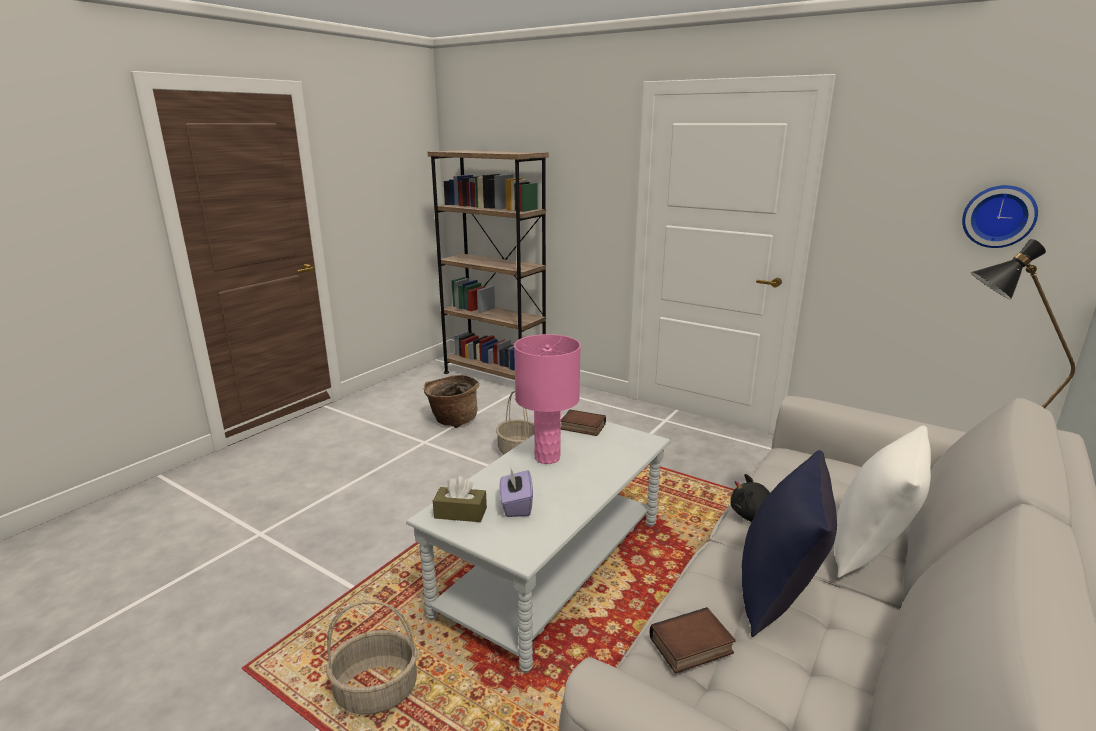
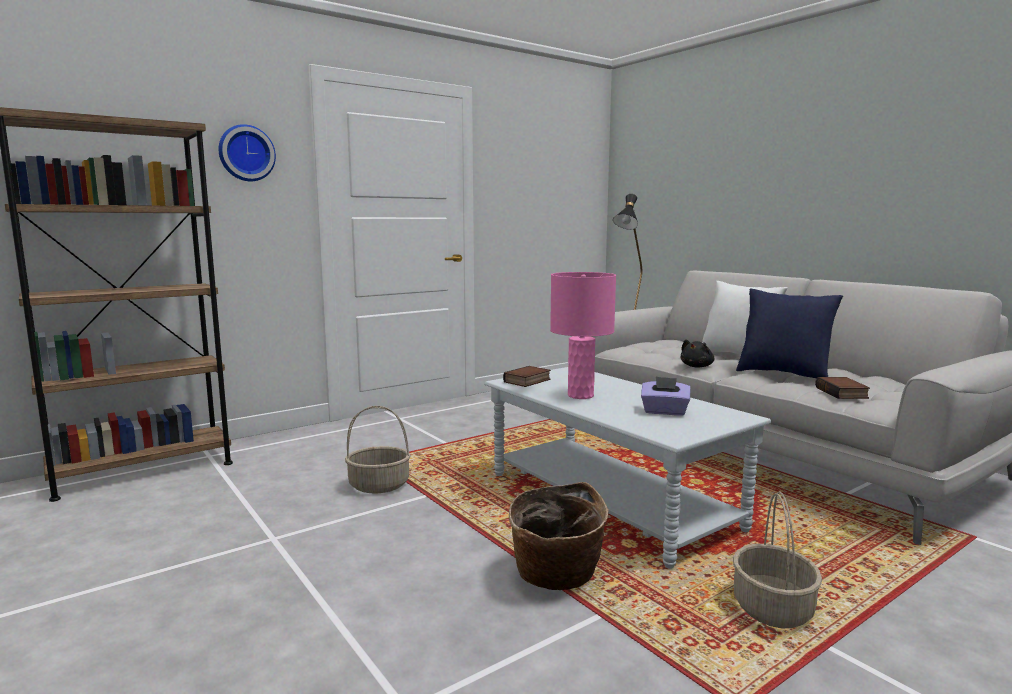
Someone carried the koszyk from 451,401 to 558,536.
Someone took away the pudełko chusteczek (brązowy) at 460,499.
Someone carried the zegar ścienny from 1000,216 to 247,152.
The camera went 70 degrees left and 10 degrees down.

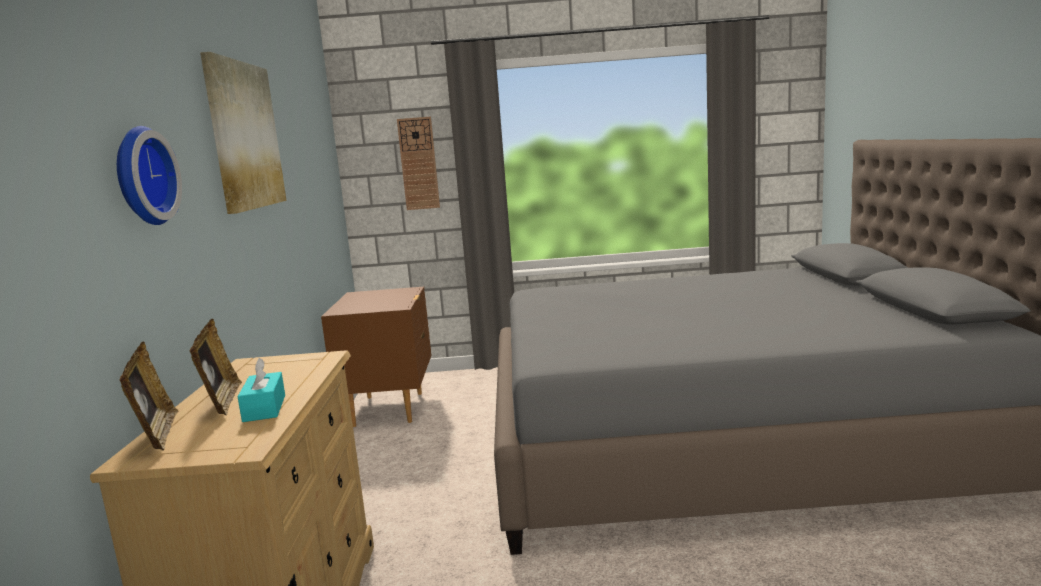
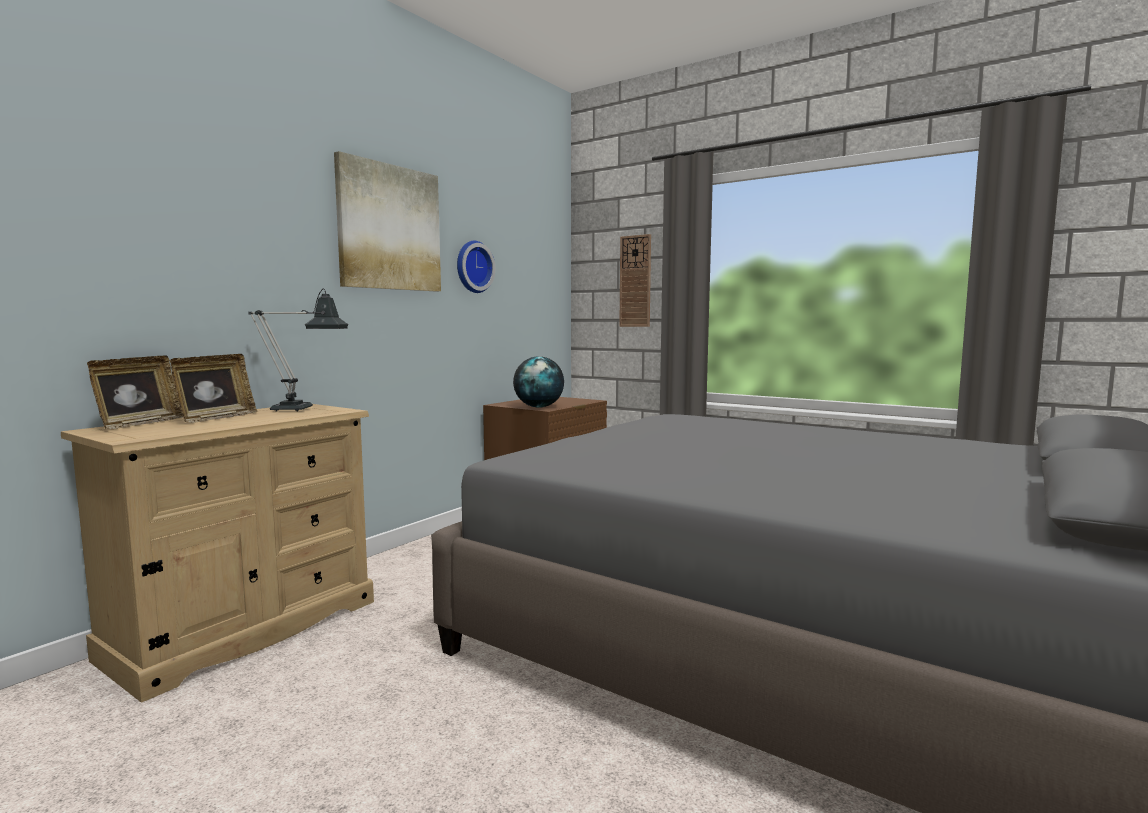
Someone carried the zegar ścienny from 149,175 to 476,267.
Someone took away the pudełko chusteczek (turkusowy) at 261,390.
Someone put down the lampa stołowa at 298,350.
Someone put down the globus at 538,382.
The camera went 35 degrees right and 5 degrees down.

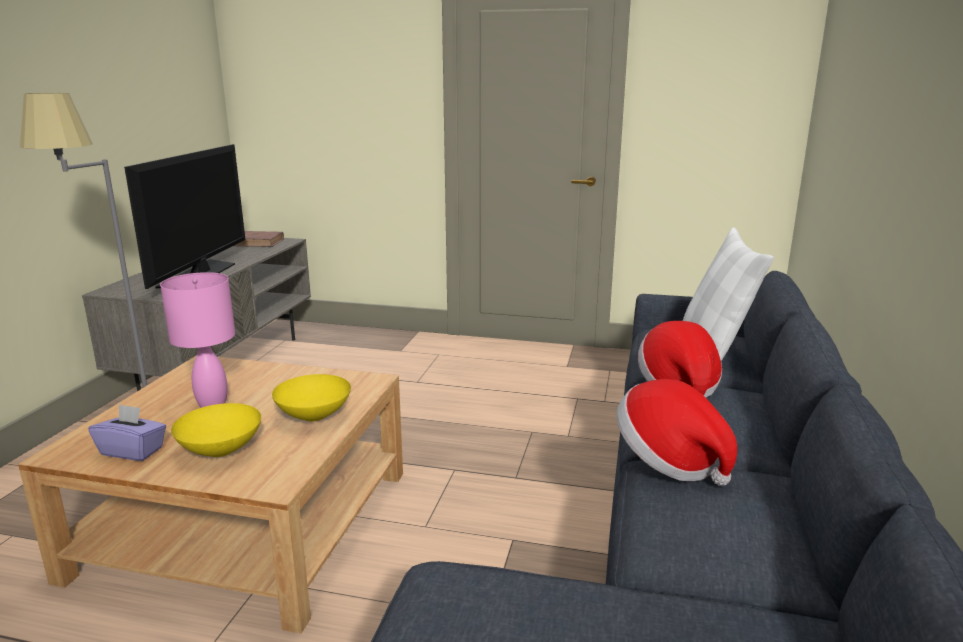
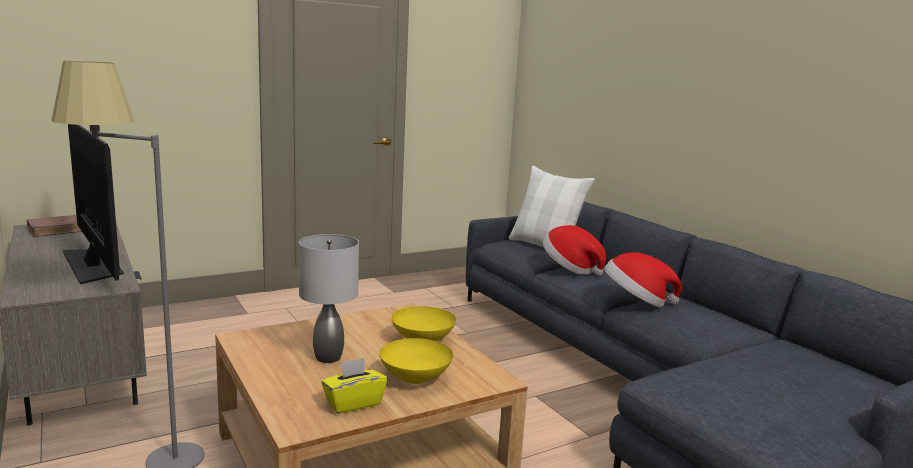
Someone repainted the pudełko chusteczek (fioletowy) at 127,432, which became the pudełko chusteczek (żółty) at 354,386.
Someone repainted the lampa stołowa (różowy) at 197,340, which became the lampa stołowa (szary) at 329,298.
The camera went 45 degrees left and 5 degrees down.

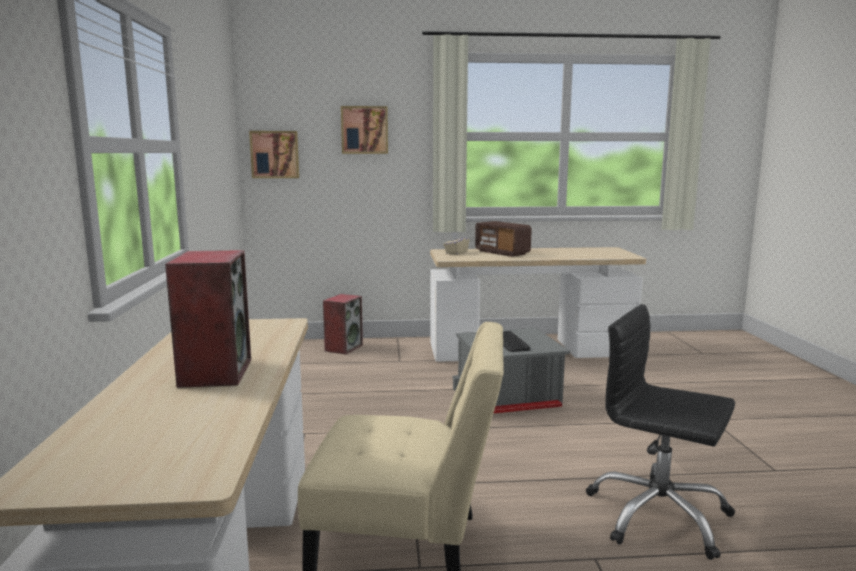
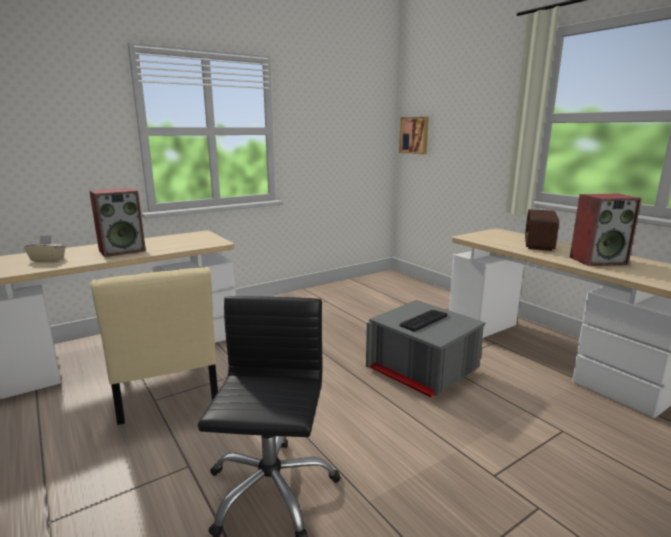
Someone carried the głośnik from 343,324 to 606,230.
Someone took away the obraz at 364,130.
Someone carried the pudełko chusteczek (beżowy) from 456,243 to 45,248.
The camera went 60 degrees right and 5 degrees up.

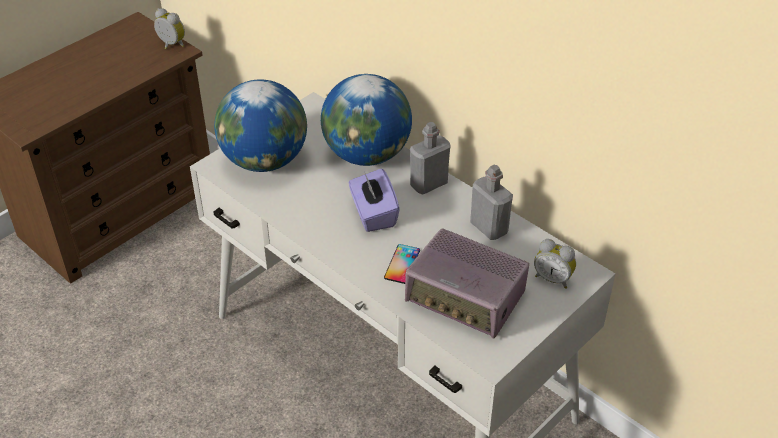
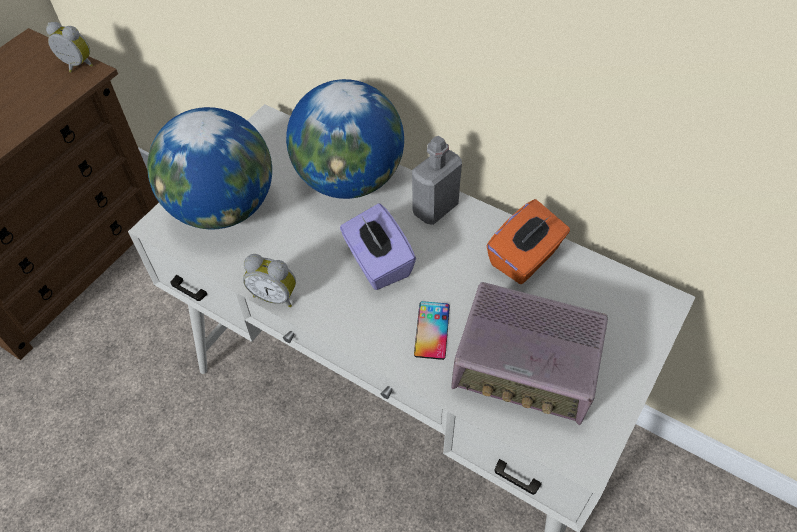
Someone swapped the butelka (szary) at 491,202 for the pudełko chusteczek (pomarańczowy) at 528,241.
Someone carried the budzik from 555,264 to 269,280.
The camera went 10 degrees left and 10 degrees up.

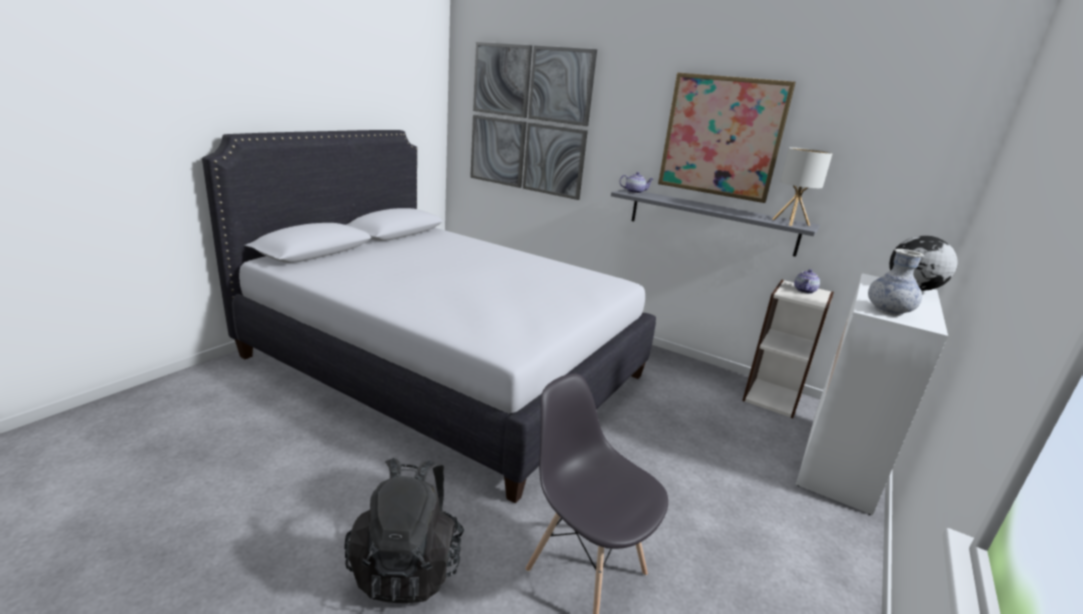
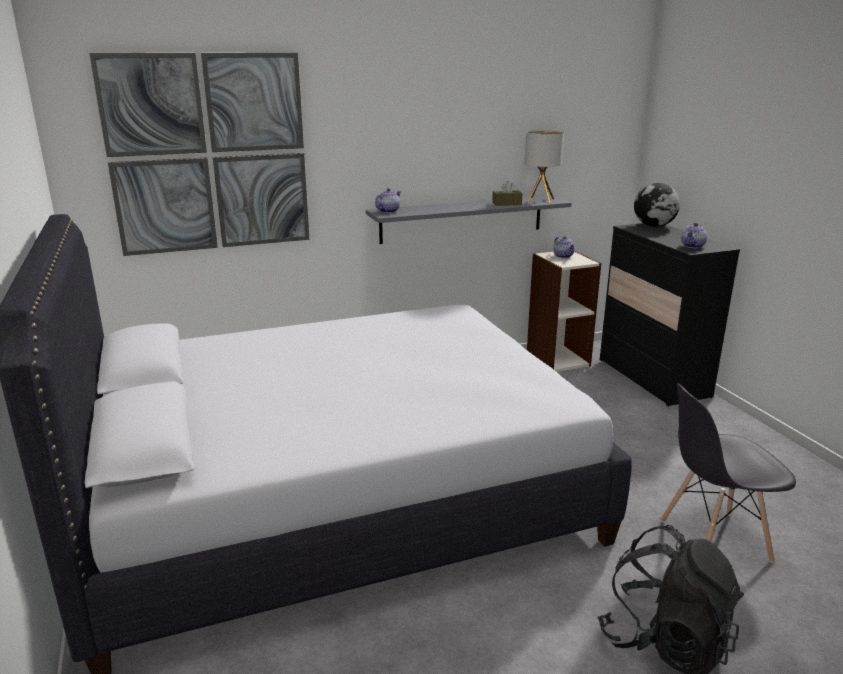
Someone took away the obraz at 727,137.
Someone repainted the komoda (biały) at 872,394, which became the komoda (czarny) at 670,315.
Someone swapped the wazon at 896,282 for the imbryk at 694,235.
Someone put down the pudełko chusteczek (brązowy) at 507,193.
The camera went 50 degrees left and 0 degrees up.

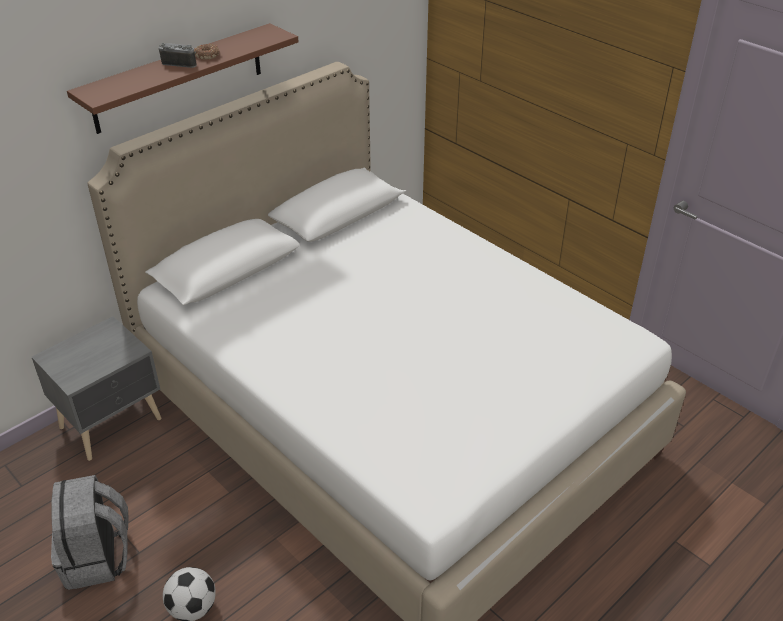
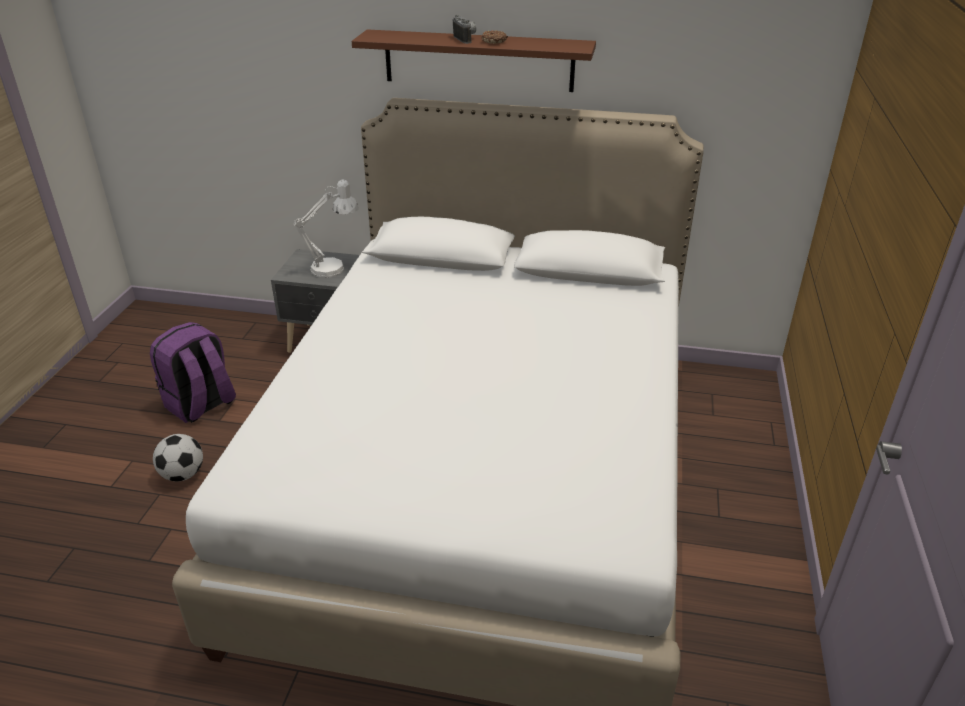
Someone repainted the plecak (szary) at 89,532, which became the plecak (fioletowy) at 193,372.
Someone put down the lampa stołowa (biały) at 326,229.
The camera went 55 degrees right and 5 degrees down.

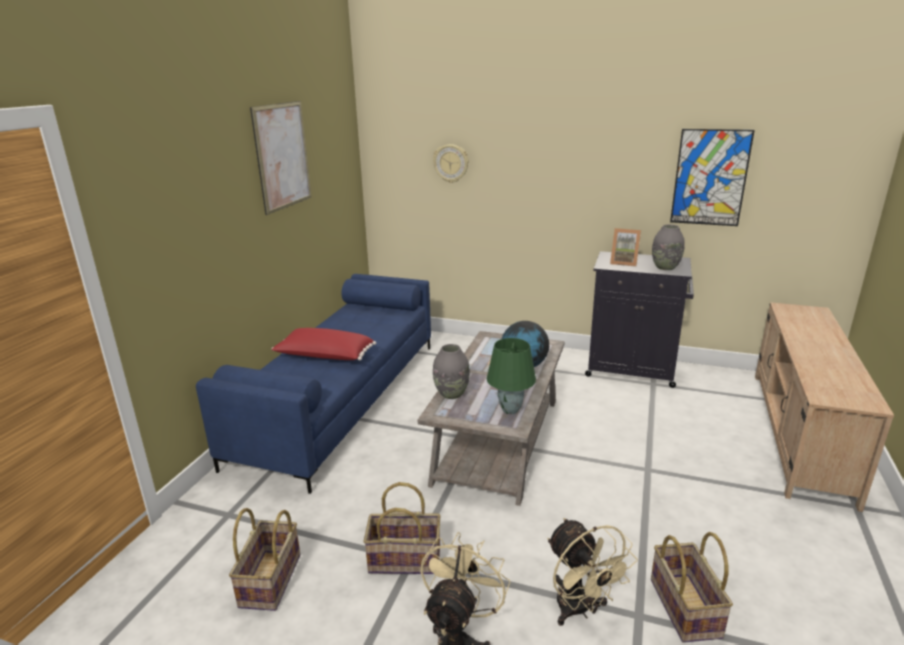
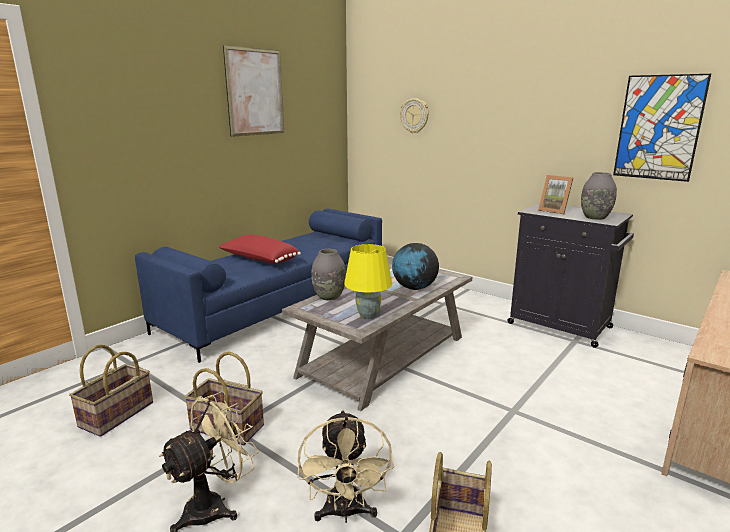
Someone repainted the lampa stołowa (zielony) at 511,376, which became the lampa stołowa (żółty) at 368,281.
The camera went 20 degrees right and 5 degrees down.

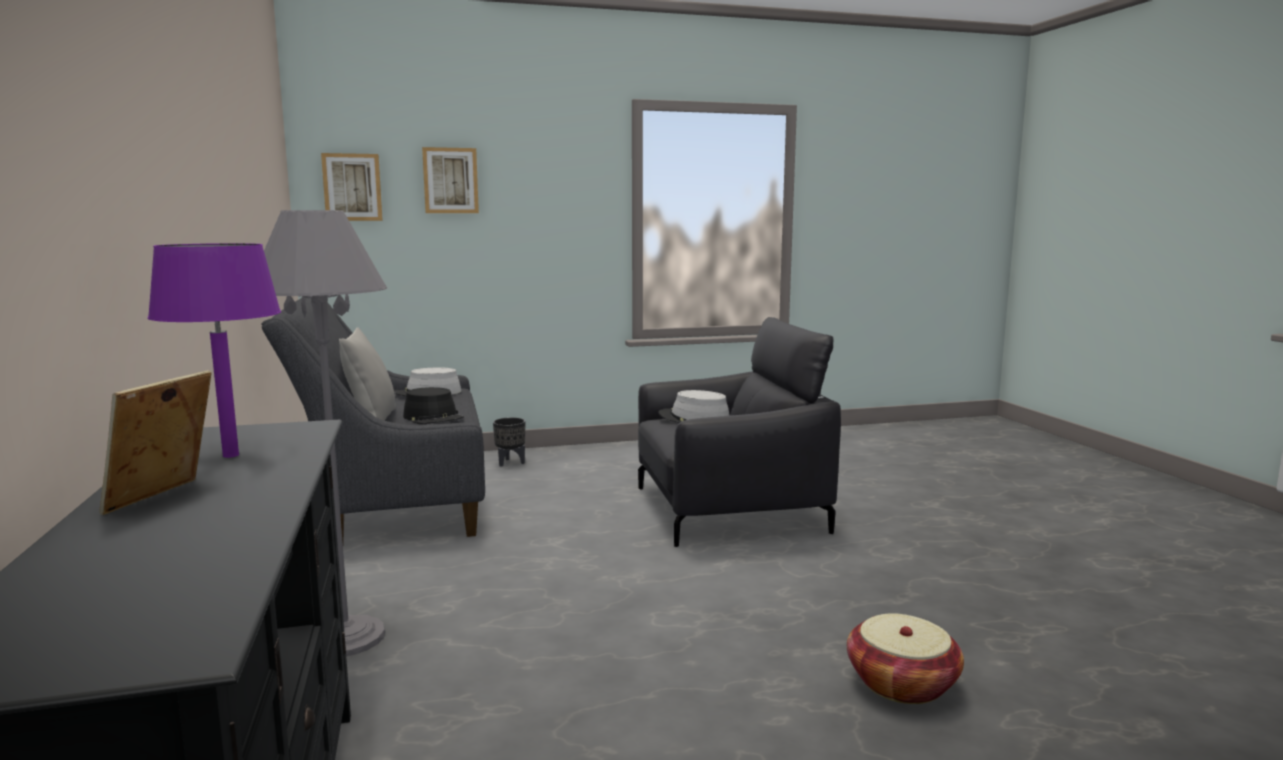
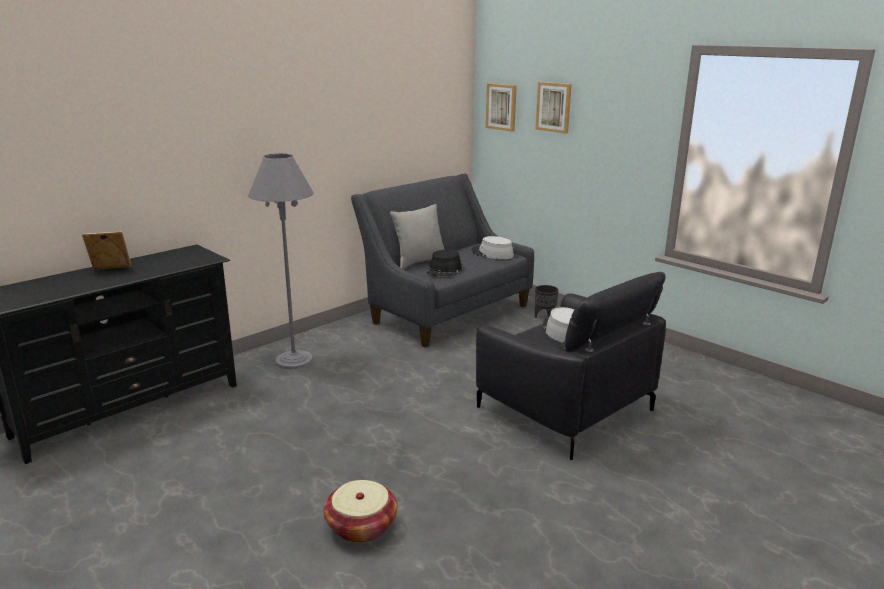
Someone took away the lampa stołowa (fioletowy) at 214,350.
The camera went 60 degrees right and 10 degrees up.

